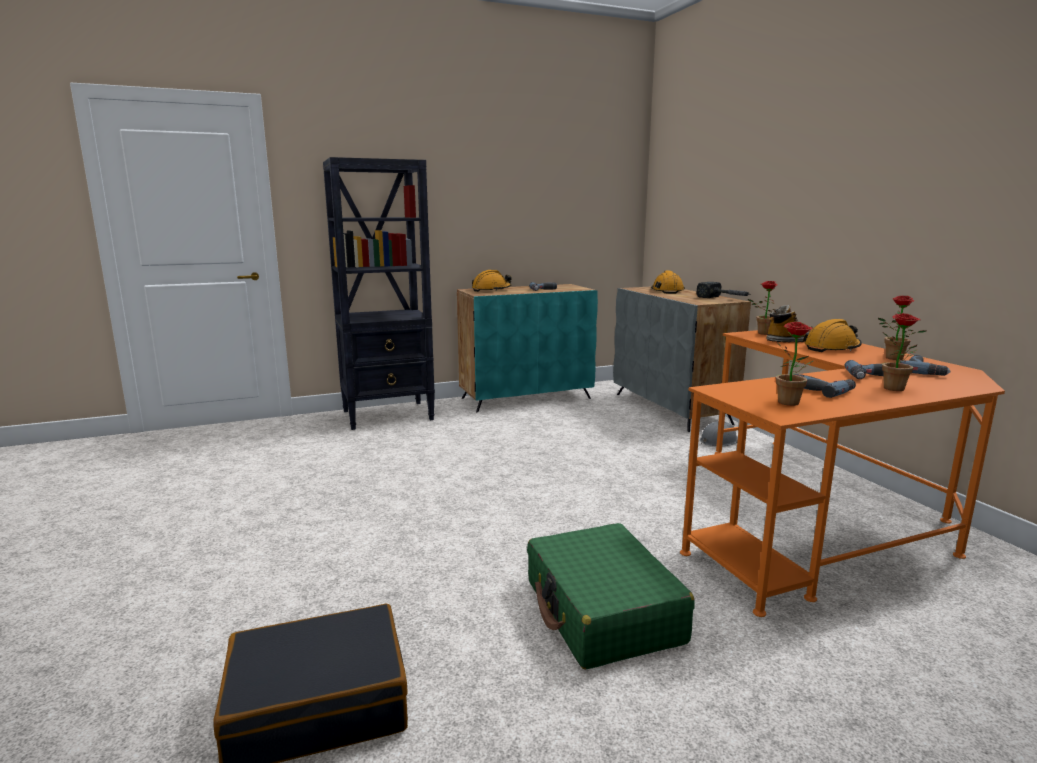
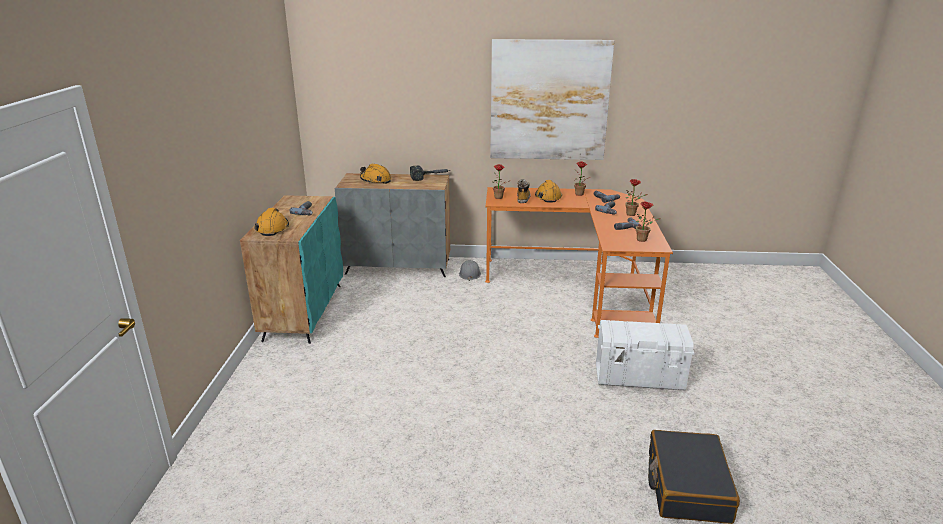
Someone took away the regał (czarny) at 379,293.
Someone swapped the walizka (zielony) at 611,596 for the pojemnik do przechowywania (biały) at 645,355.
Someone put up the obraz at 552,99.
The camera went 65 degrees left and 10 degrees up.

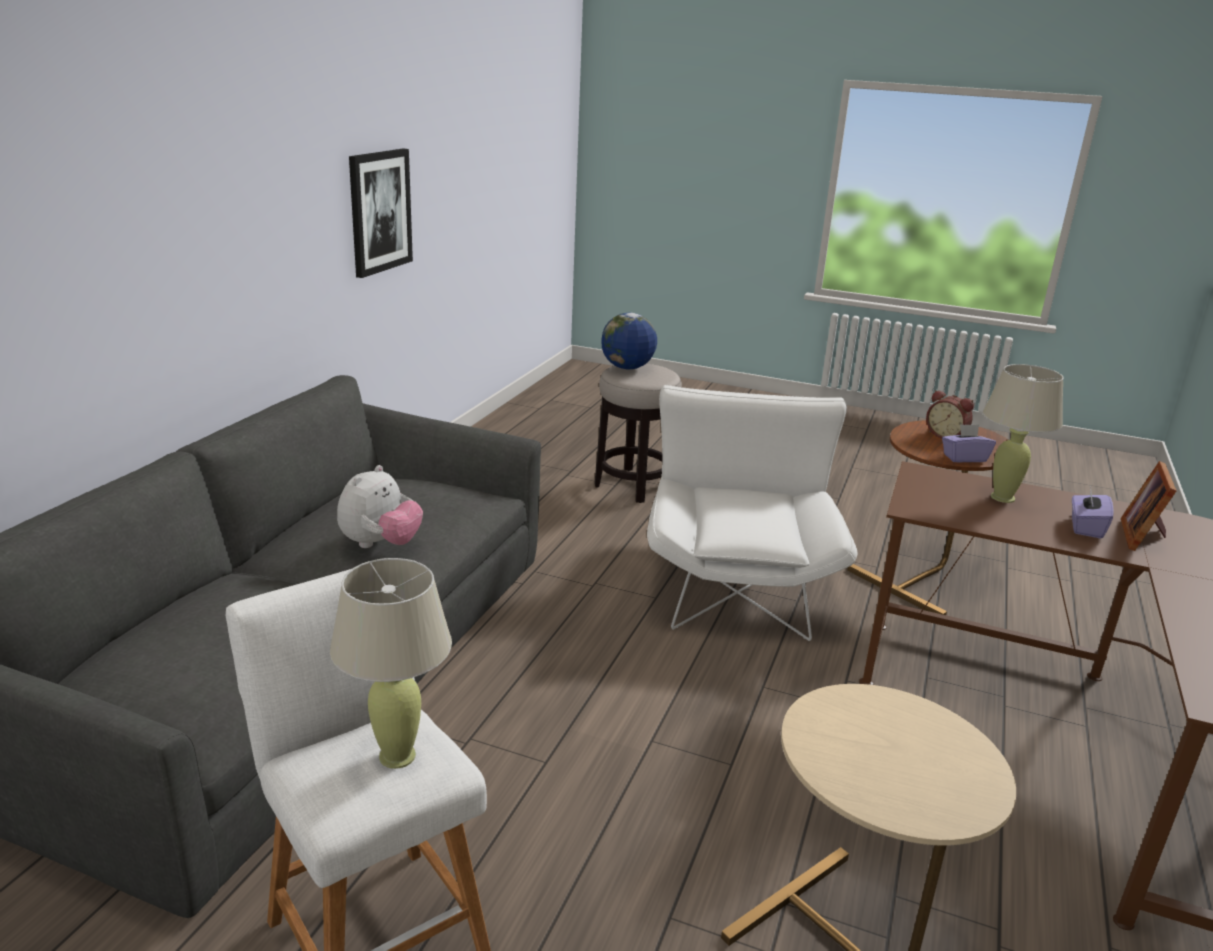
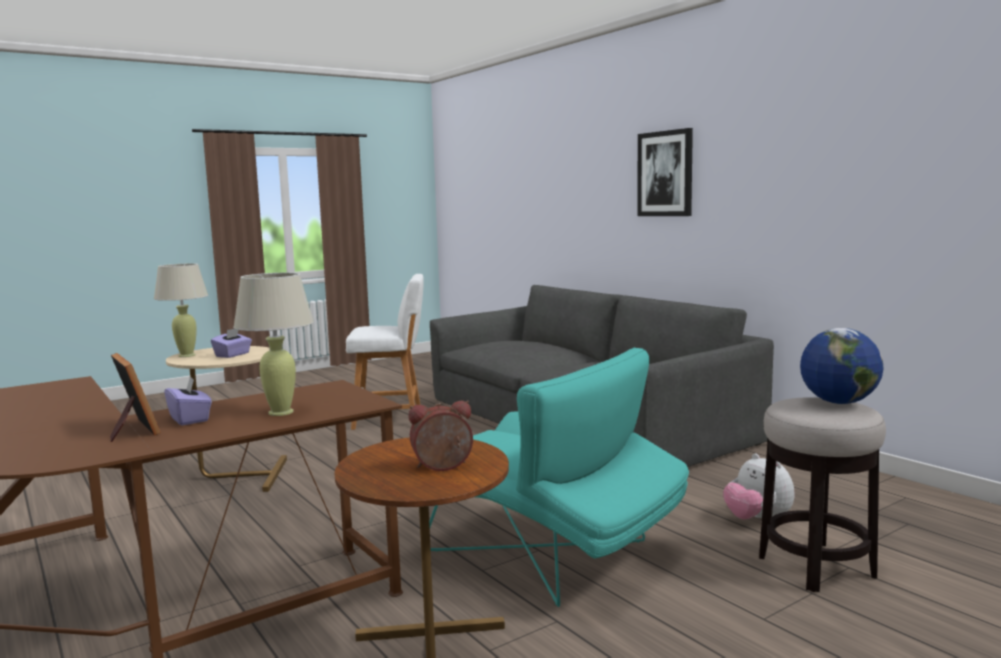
Someone carried the lampa stołowa (beżowy) from 391,663 to 181,310.
Someone carried the pluszak from 380,506 to 758,486.
Someone carried the obraz from 381,213 to 665,172.
Someone repainted the fotel (biały) at 752,513, which became the fotel (turkusowy) at 559,477.
Someone carried the pudełko chusteczek (fioletowy) from 969,443 to 231,343.
The camera went 125 degrees right and 15 degrees down.

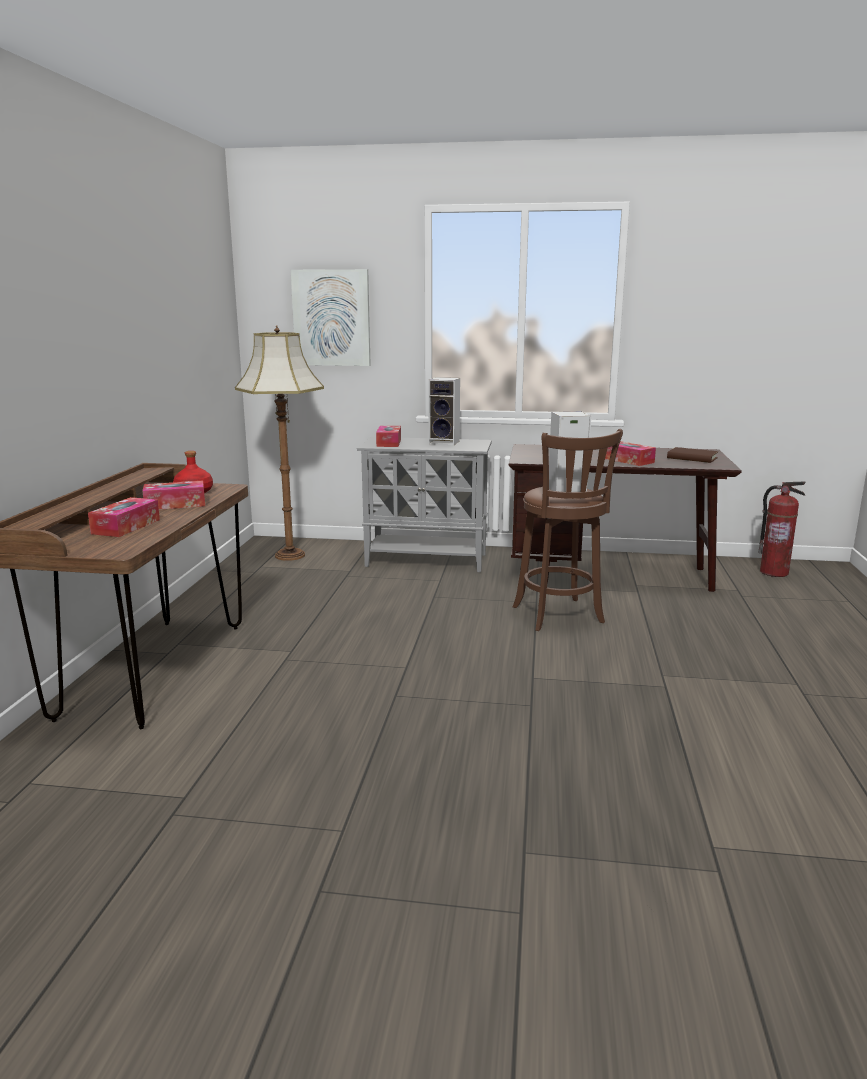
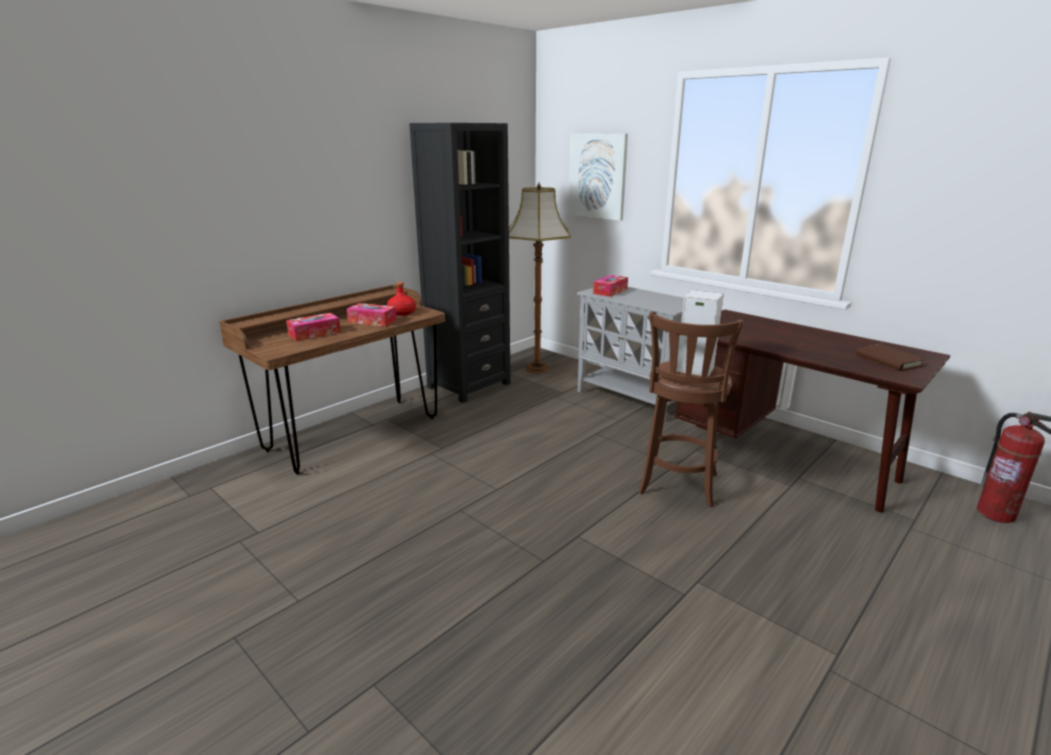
Someone took away the głośnik at 444,411.
Someone took away the pudełko chusteczek at 630,453.
Someone put down the regał (czarny) at 459,263.
The camera went 35 degrees right and 5 degrees up.

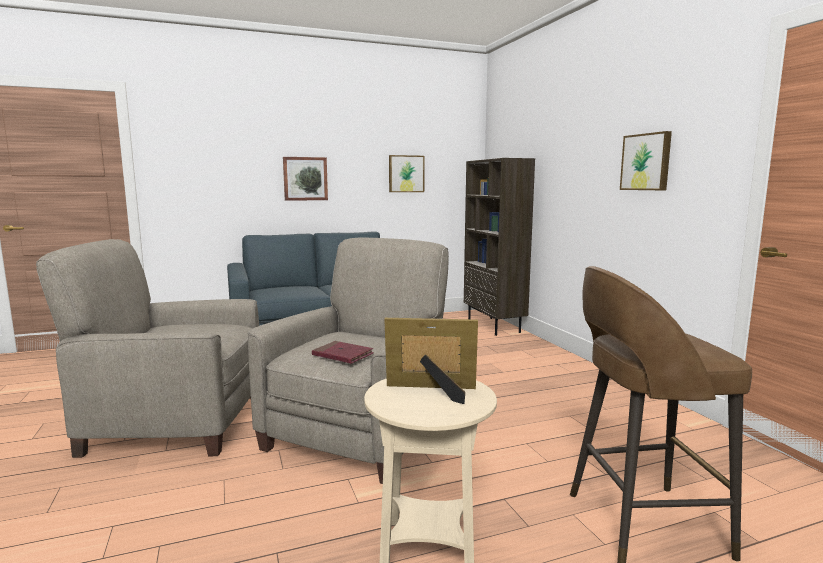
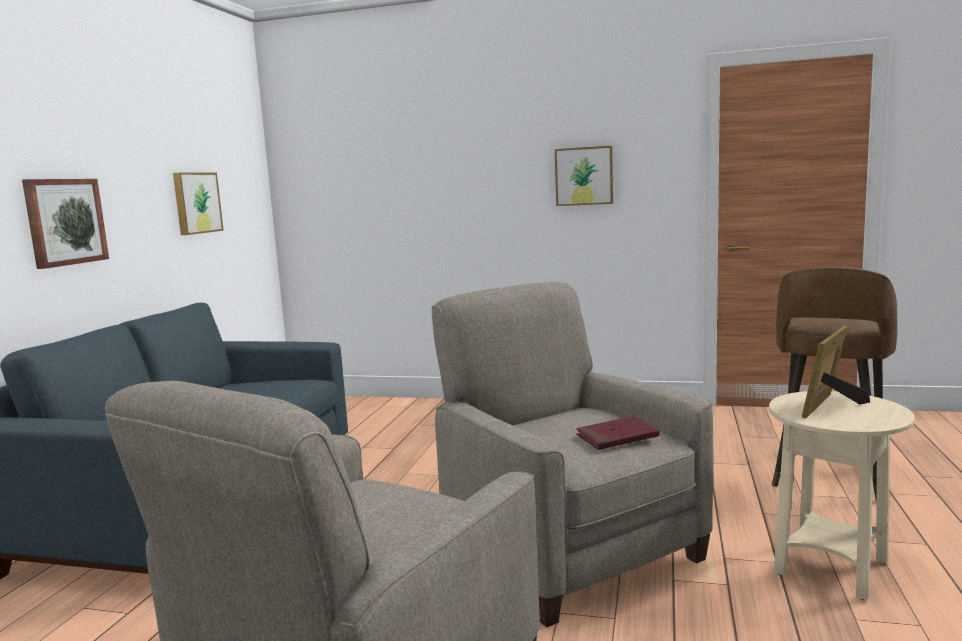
Someone took away the regał (brązowy) at 499,247.
The camera went 55 degrees left and 0 degrees up.

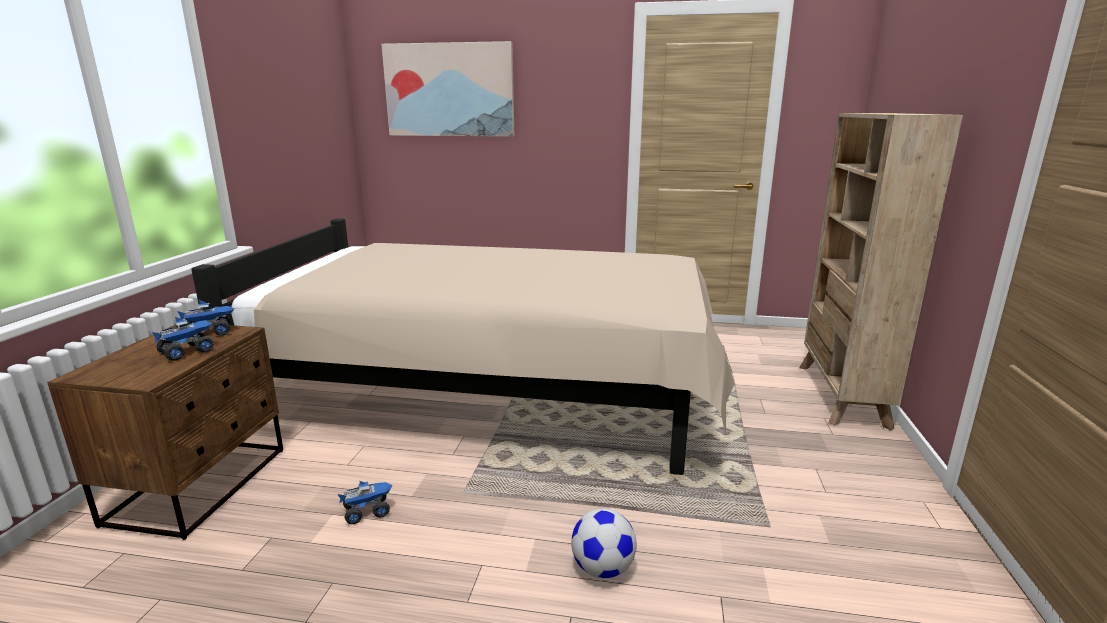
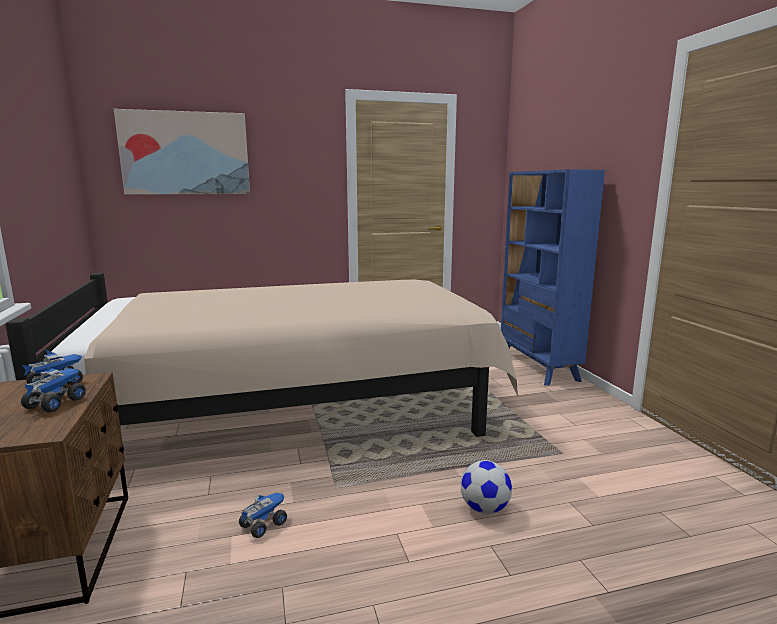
Someone repainted the regał (beżowy) at 881,271, which became the regał (niebieski) at 553,277.
The camera went 25 degrees left and 5 degrees down.

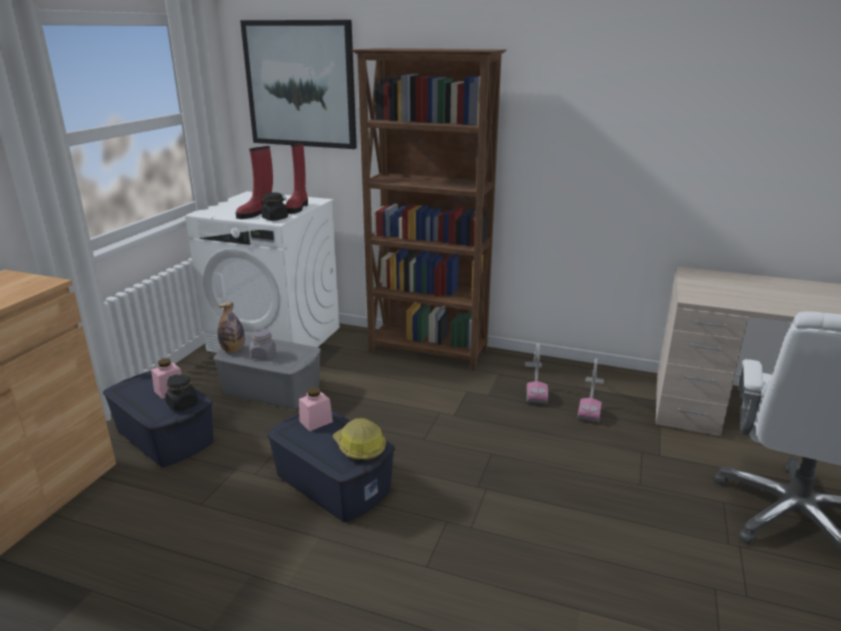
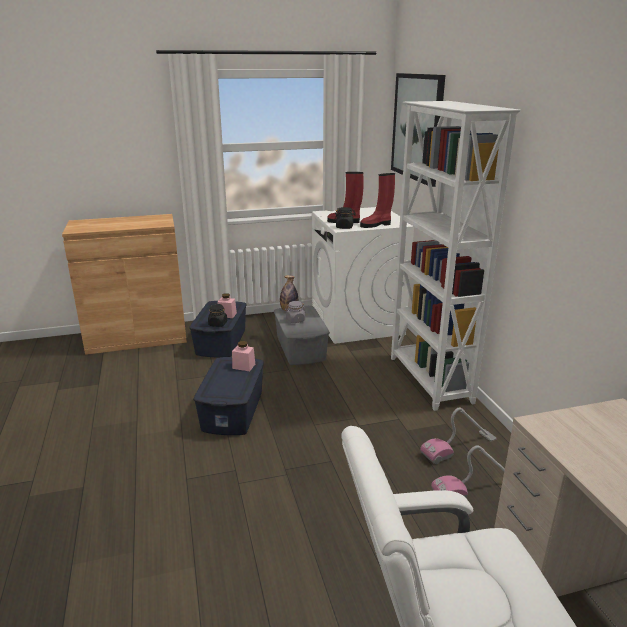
Someone took away the kask at 359,439.
Someone repainted the regał (brązowy) at 428,209, which became the regał (biały) at 456,256.
The camera went 55 degrees right and 0 degrees up.

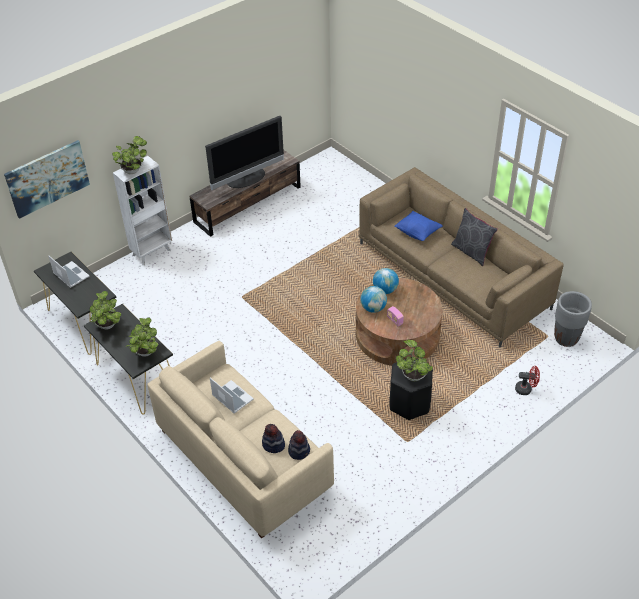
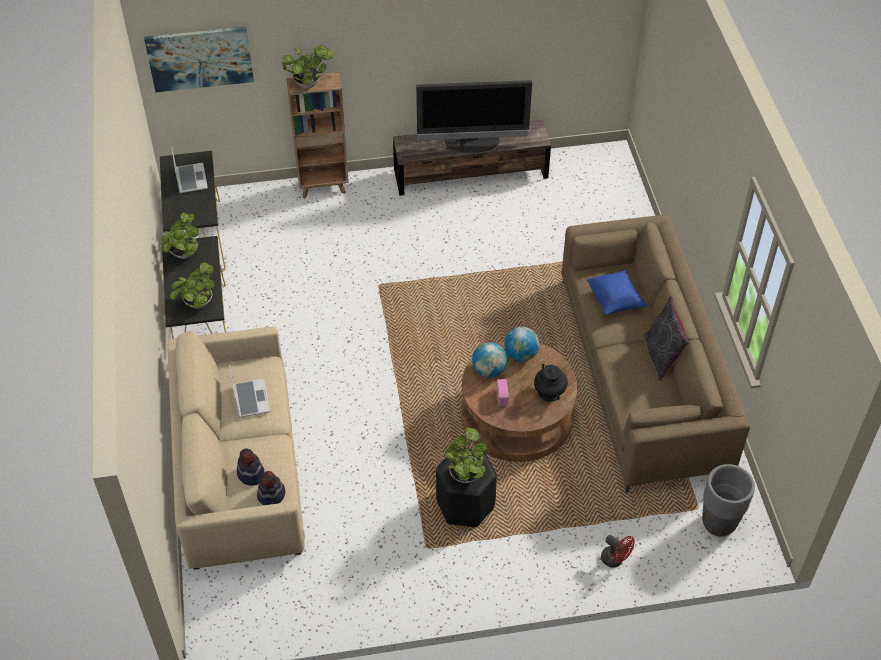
Someone repainted the regał (biały) at 142,210, which became the regał (brązowy) at 317,135.
Someone put down the wazon (czarny) at 551,383.
The camera went 30 degrees right and 5 degrees up.

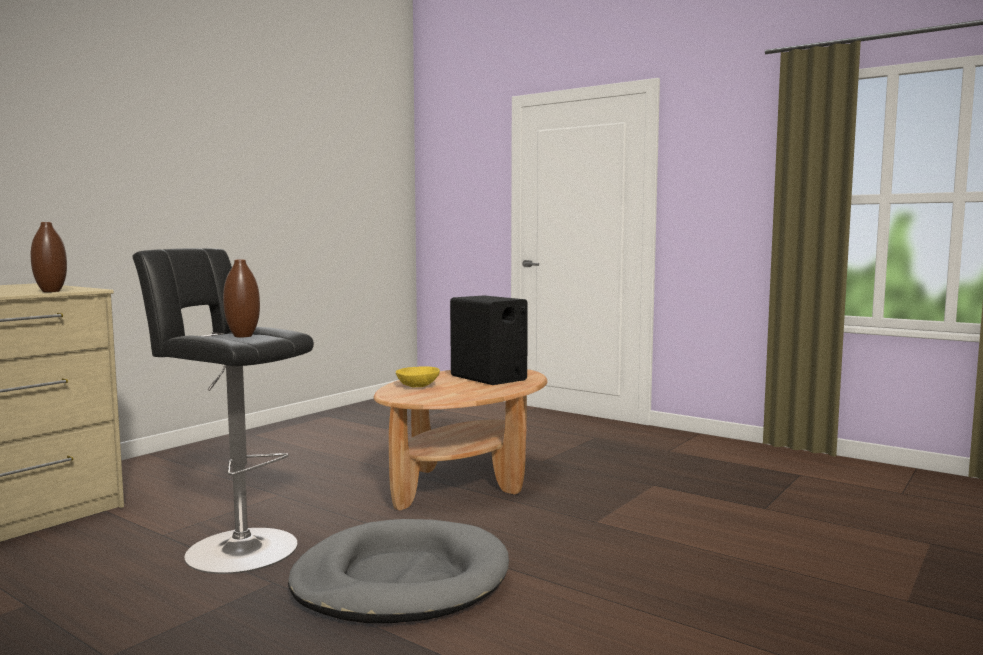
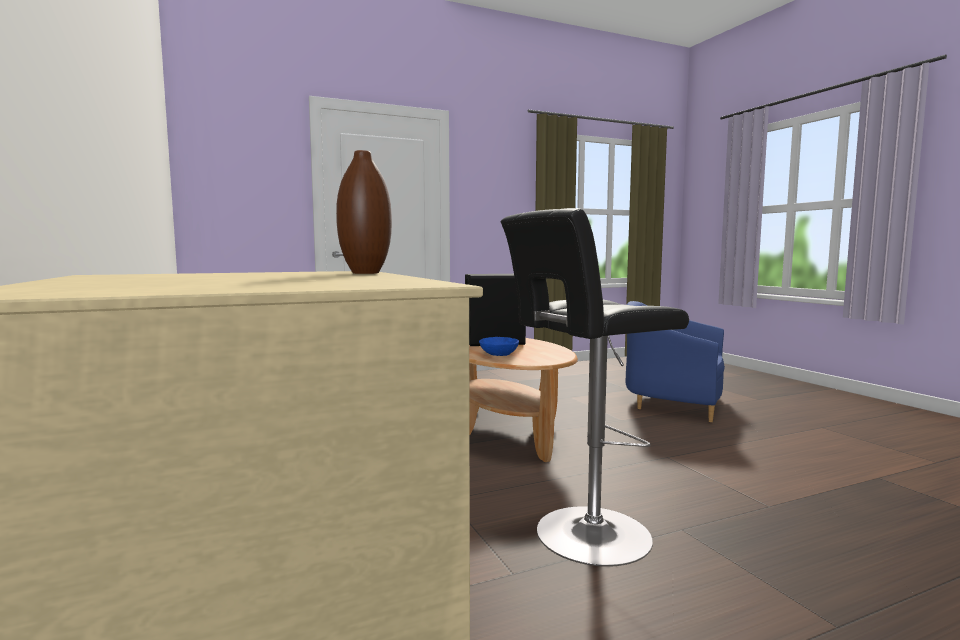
Someone took away the wazon (brązowy) at 241,298.
Someone took away the legowisko (szary) at 398,571.
Someone repainted the miska (żółty) at 418,376, which became the miska (niebieski) at 499,346.
Someone put down the fotel (niebieski) at 675,361.
The camera went 60 degrees left and 0 degrees up.

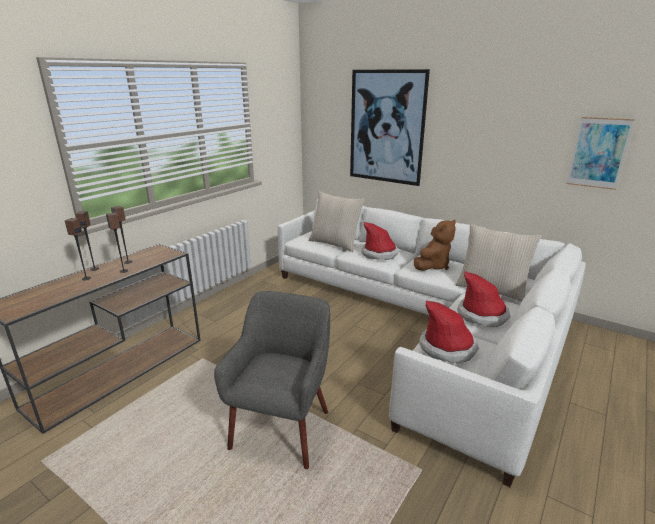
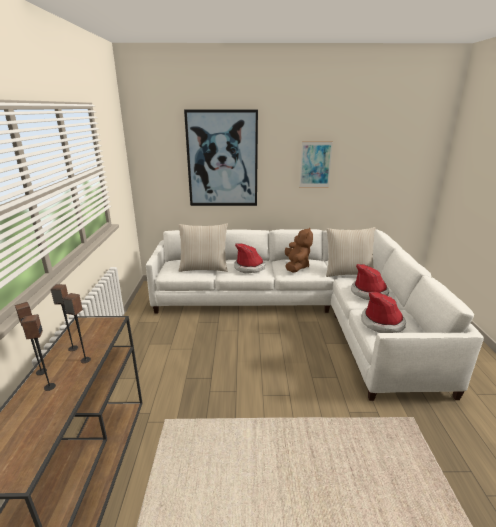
Someone took away the fotel (szary) at 272,380.
Someone carried the obraz from 600,153 to 316,164.
The camera went 35 degrees left and 0 degrees up.

